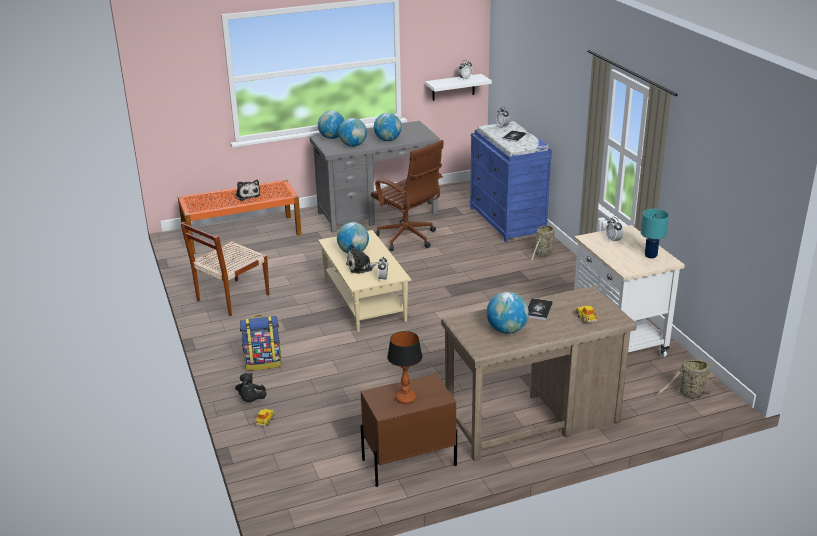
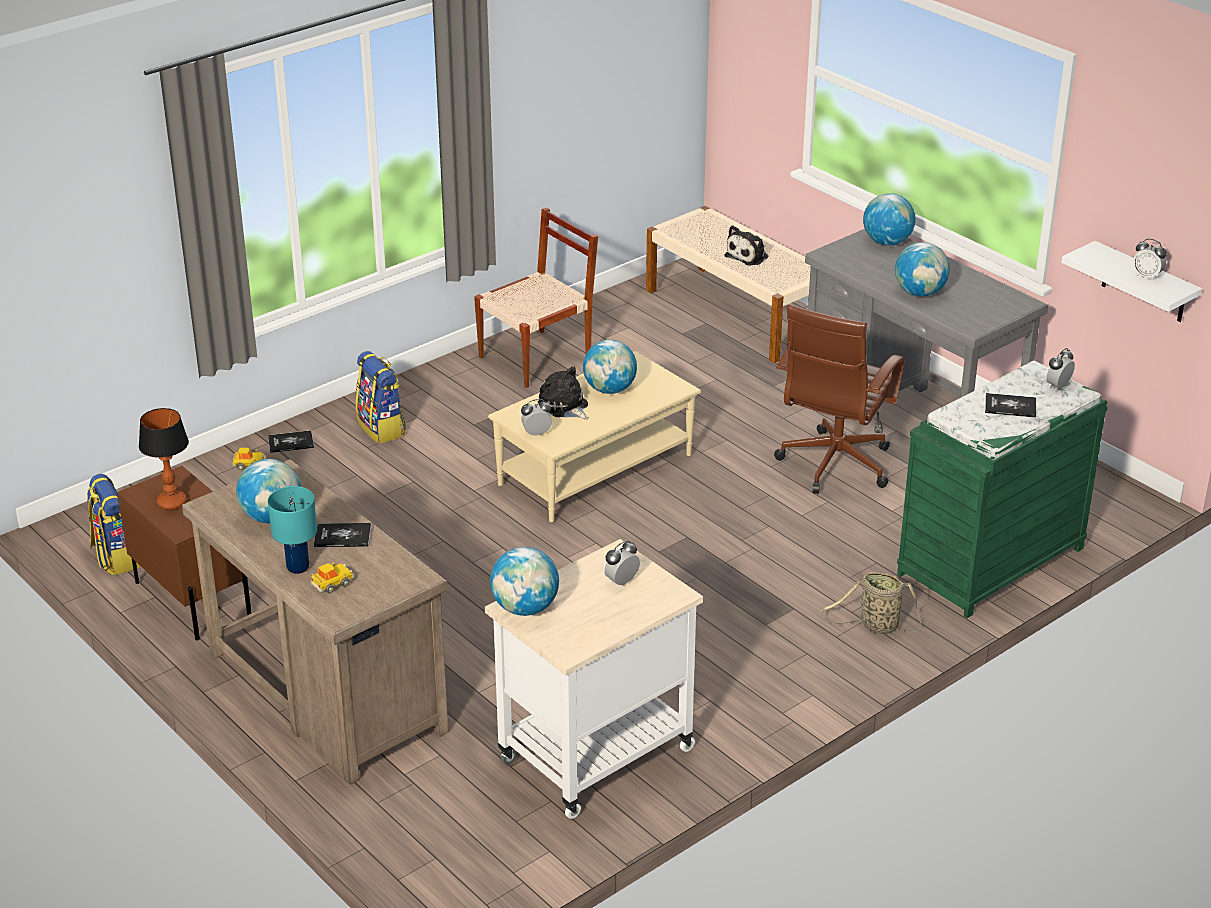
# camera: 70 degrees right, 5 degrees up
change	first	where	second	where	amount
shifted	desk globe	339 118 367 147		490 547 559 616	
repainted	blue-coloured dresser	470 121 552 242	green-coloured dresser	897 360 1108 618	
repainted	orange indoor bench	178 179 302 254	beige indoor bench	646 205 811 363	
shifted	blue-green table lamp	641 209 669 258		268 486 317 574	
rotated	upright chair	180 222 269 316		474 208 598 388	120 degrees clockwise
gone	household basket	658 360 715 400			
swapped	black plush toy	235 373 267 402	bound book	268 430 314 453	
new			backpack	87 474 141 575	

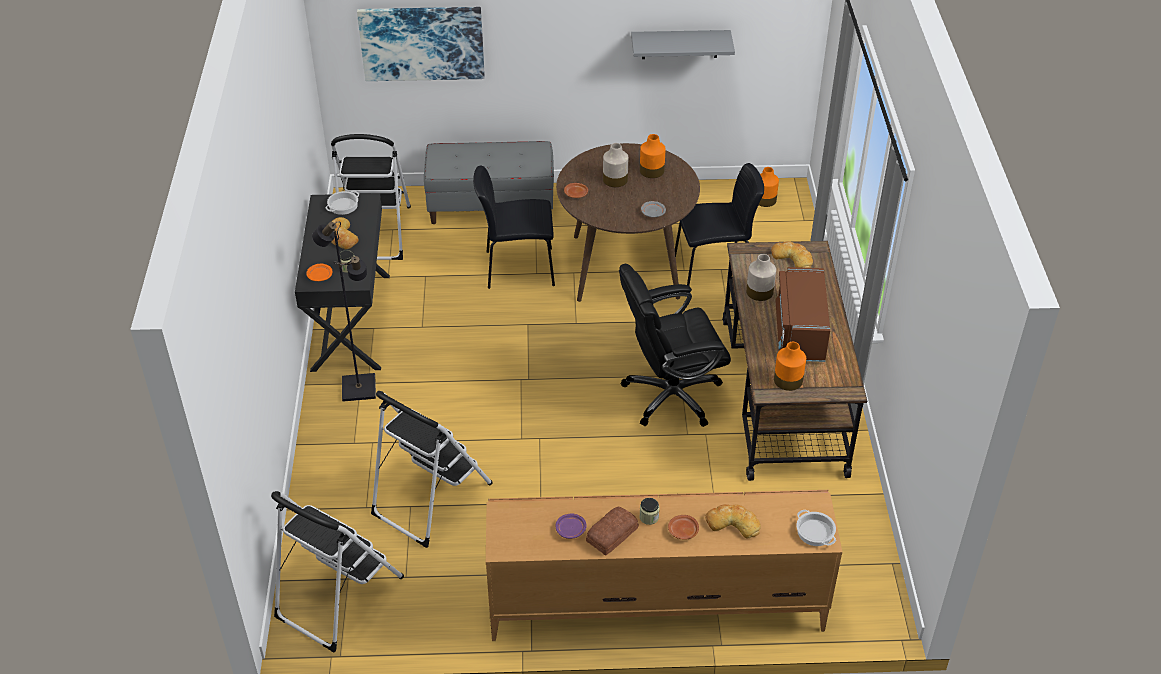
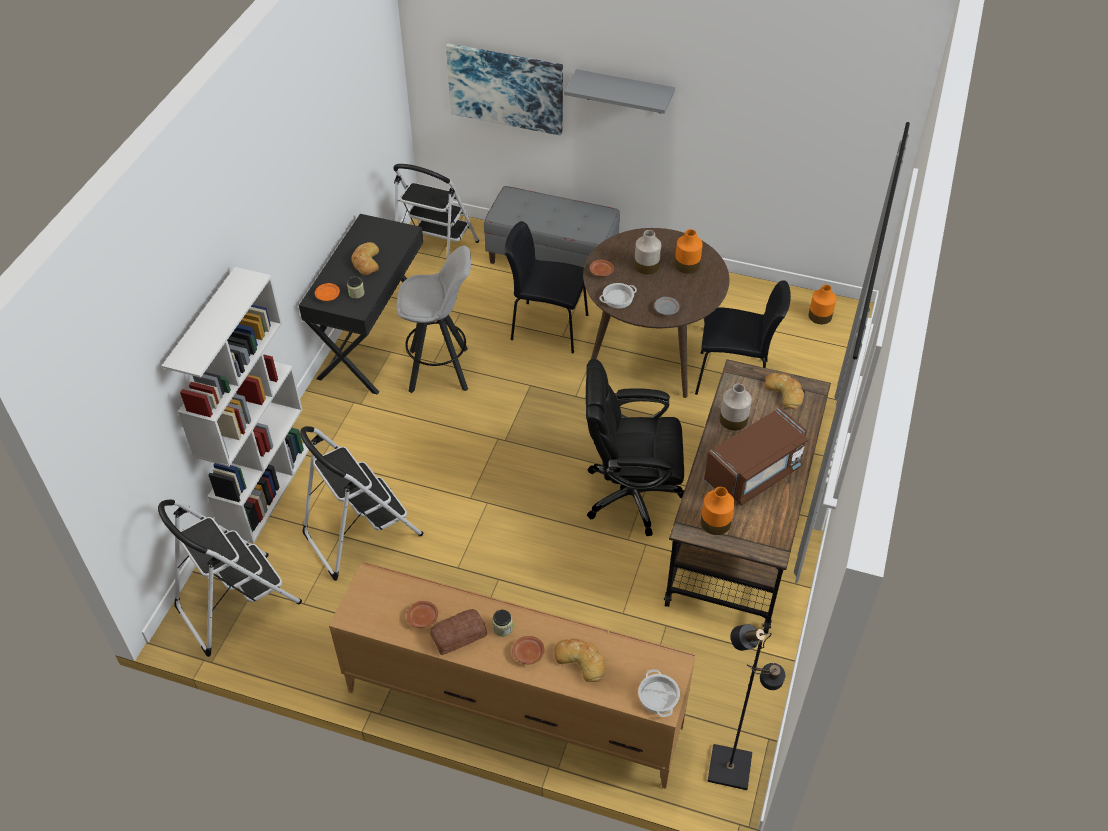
# camera: 20 degrees right, 5 degrees up
change	first	where	second	where	amount
shifted	gray shelf	631 30 735 59		564 69 675 114	
shifted	cooking pot	325 191 359 215		599 283 637 308	
shifted	black floor lamp	312 221 376 402		707 624 785 790	
rotated	brown kitchen microwave	776 267 830 362		704 408 808 506	150 degrees counterclockwise
repainted	purple-coloured flat dish	556 514 587 539	brown flat dish	407 601 438 628	
new			gray stool	396 246 471 393	
new			white-coloured bookcase	162 267 309 544	

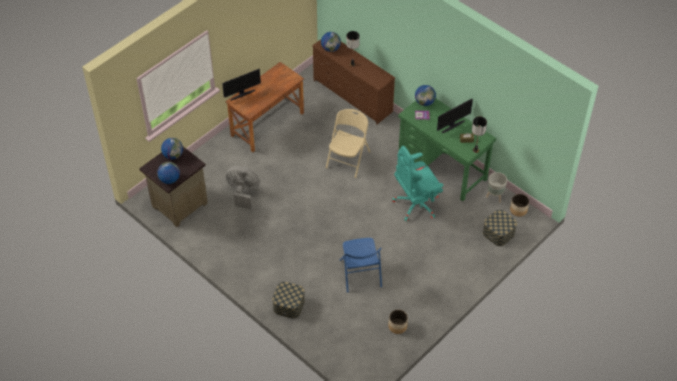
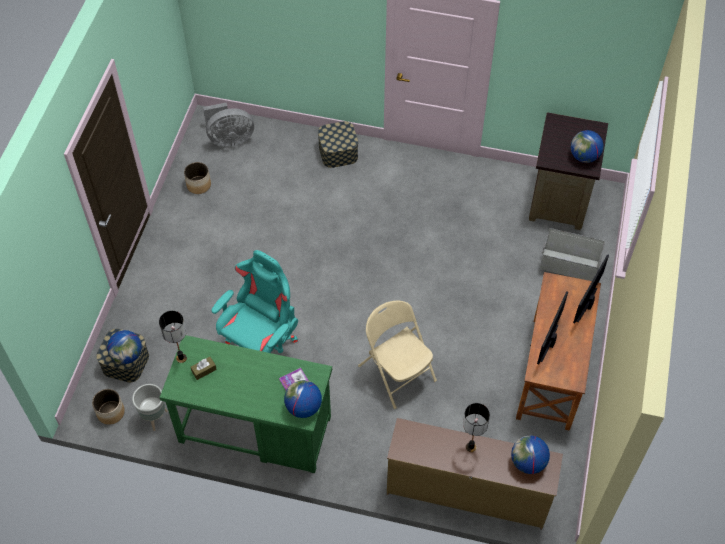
# camera: 150 degrees right, 5 degrees up
change	first	where	second	where	amount
shifted	computer screen	437 99 473 133		537 291 568 364	
rotated	beige upright chair	326 109 370 178		358 301 437 409	150 degrees clockwise
shifted	desk globe	157 162 180 184		107 330 142 364	
shifted	gray fan	226 166 260 210		203 103 254 147	
gone	blue-coloured upright chair	340 238 382 292			
new			gray storage container	540 228 605 281	

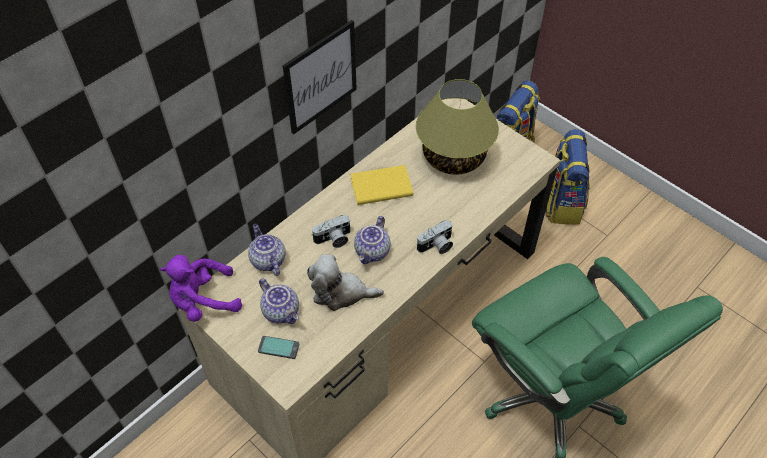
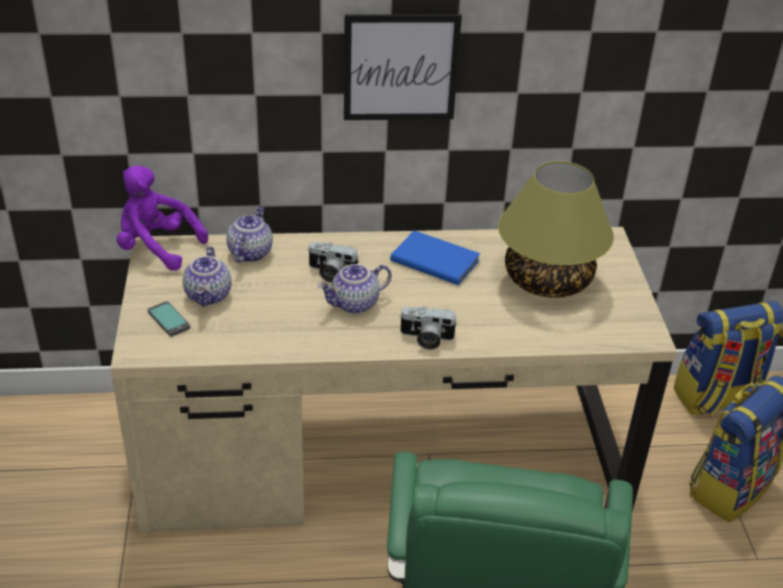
# camera: 40 degrees right, 15 degrees down
change	first	where	second	where	amount
repainted	yellowish bound book	350 165 413 205	blue-coloured bound book	390 230 481 285	
gone	plush toy	307 254 384 311			

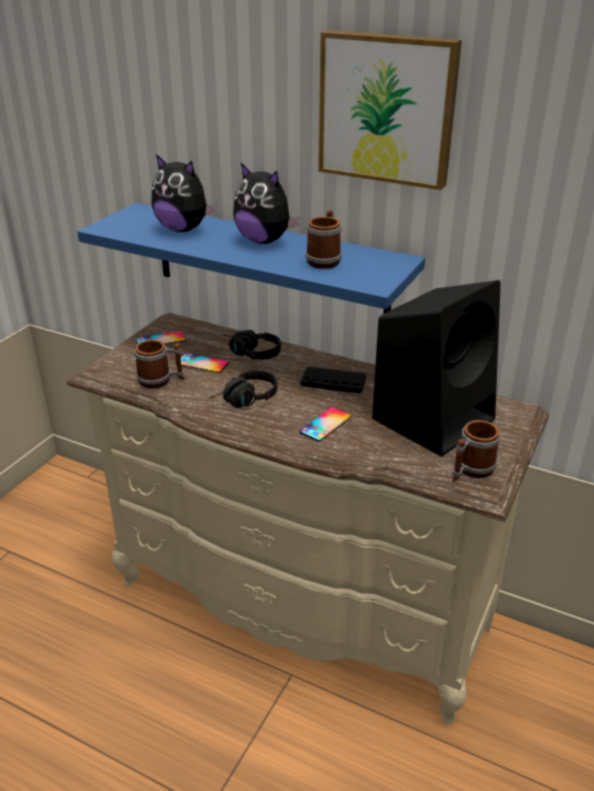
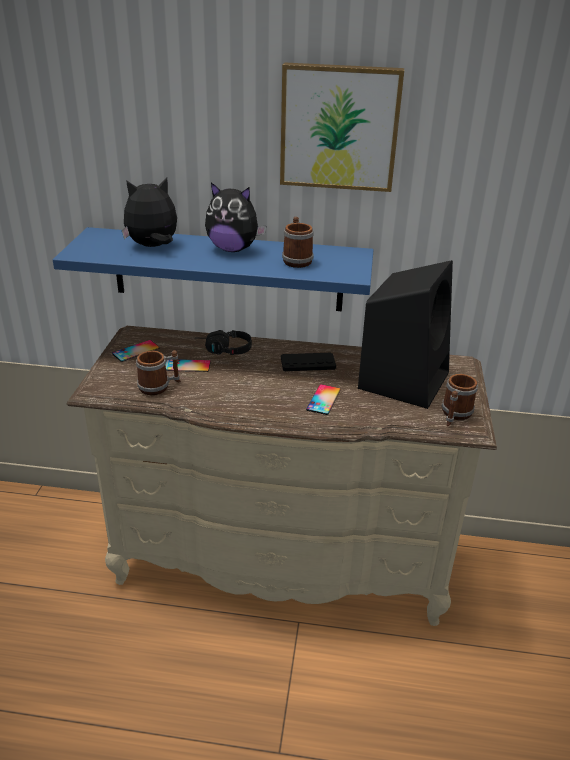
# camera: 20 degrees left, 0 degrees up
change	first	where	second	where	amount
rotated	plush toy	151 154 217 232		122 178 177 247	150 degrees clockwise
gone	black headset	209 370 277 408			

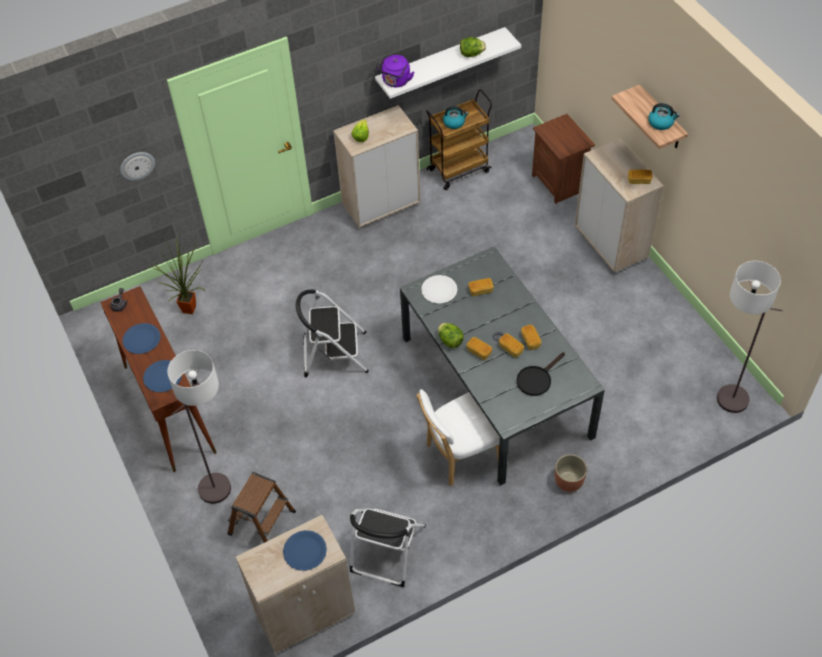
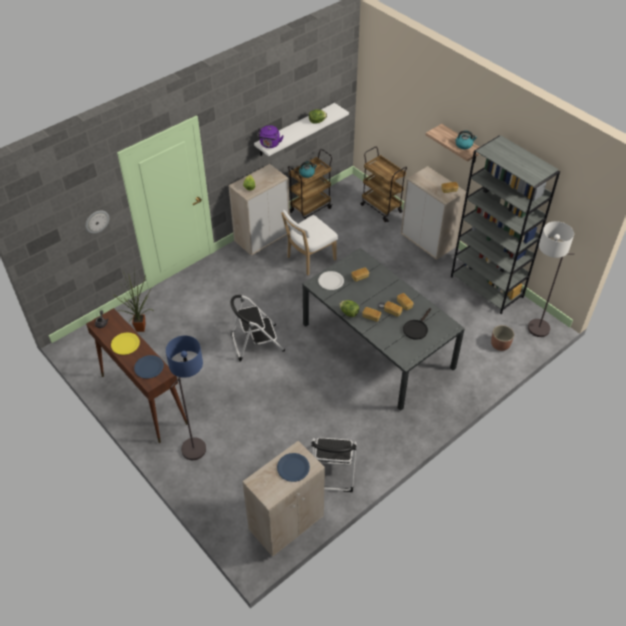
# camera: 15 degrees left, 5 degrees down
change	first	where	second	where	amount
swapped	brown night table	532 114 595 204	brown cart	360 147 407 222	
repainted	blue-coloured flat dish	122 323 161 354	yellowish flat dish	111 332 140 355	
repainted	white-coloured floor lamp	167 350 231 504	blue-coloured floor lamp	166 336 206 460	
shifted	white-coloured upright chair	417 389 500 486		281 210 338 275	
shifted	plant pot	555 454 587 492		491 325 514 351	
gone	brown step stool	227 472 296 543			
new			gray bookcase	451 135 560 314	

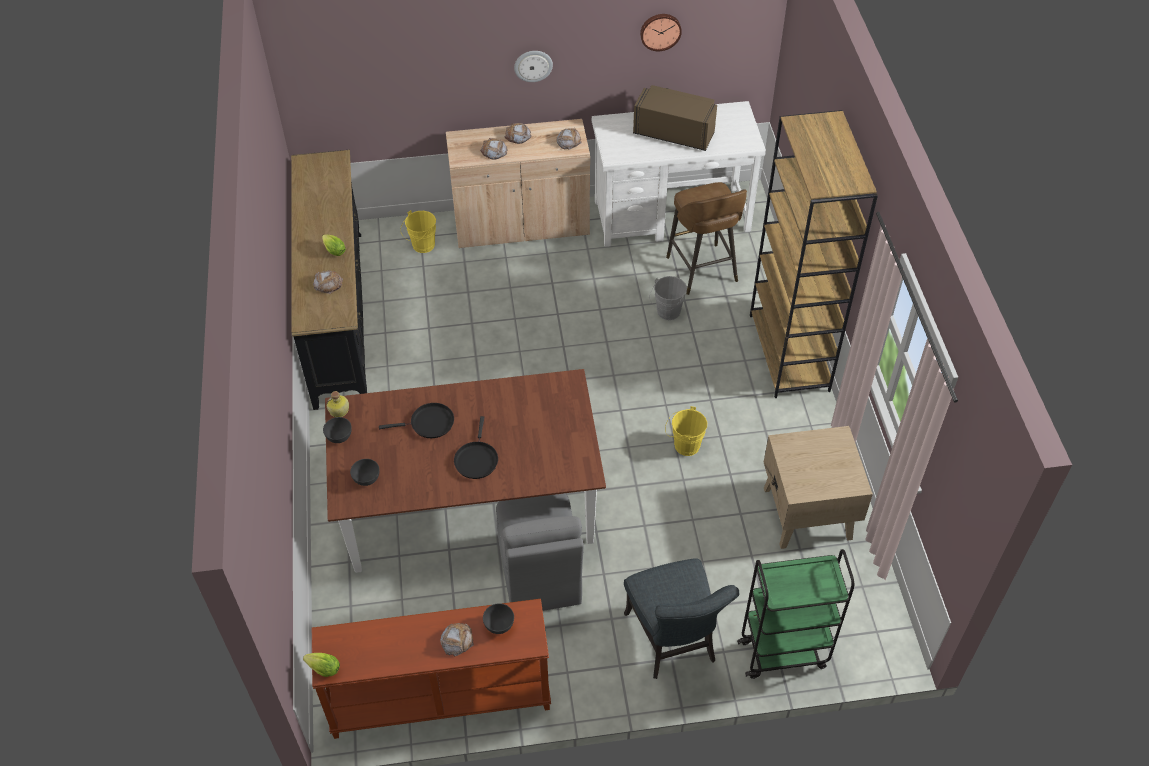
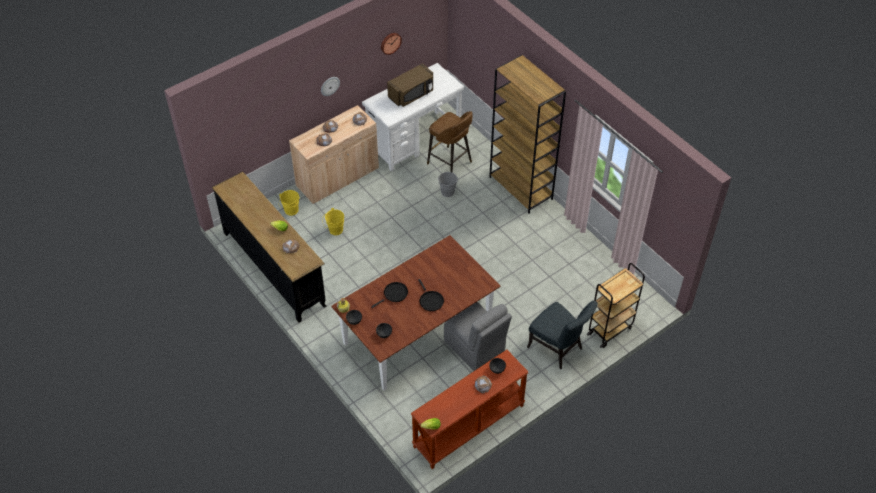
# camera: 30 degrees left, 0 degrees up
change	first	where	second	where	amount
rotated	brown kitchen microwave	633 85 717 151		387 63 433 107	150 degrees clockwise
shifted	yellowish pail	665 406 707 456		322 208 344 235	
gone	beige night table	764 426 873 549			
repainted	green-coloured cart	737 549 854 679	brown cart	587 263 645 348	

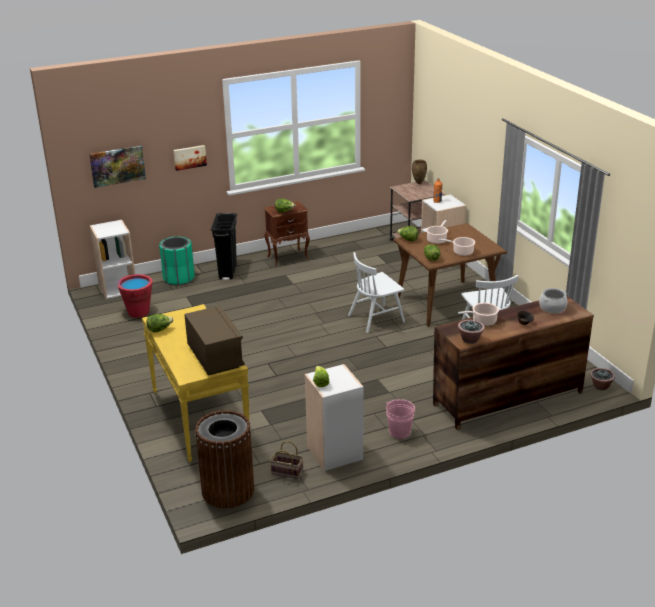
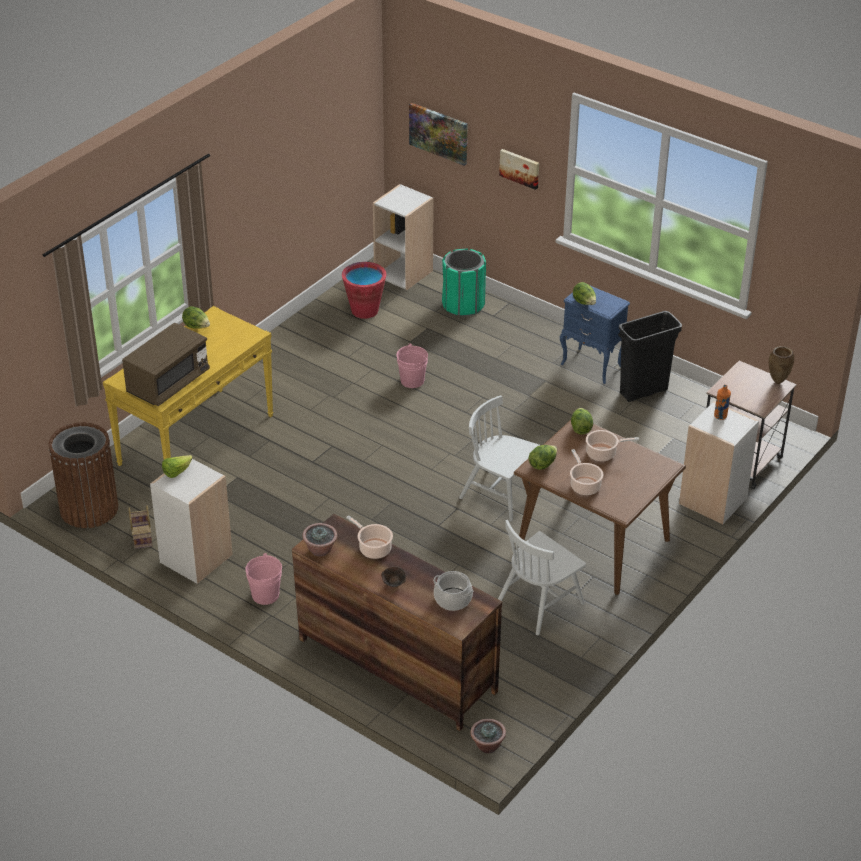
# camera: 60 degrees right, 10 degrees up
change	first	where	second	where	amount
repainted	brown night table	264 201 310 267	blue-coloured night table	560 286 630 384	
shifted	black trash can	211 213 237 280		618 311 682 402	
new			pink pail	396 344 428 388	

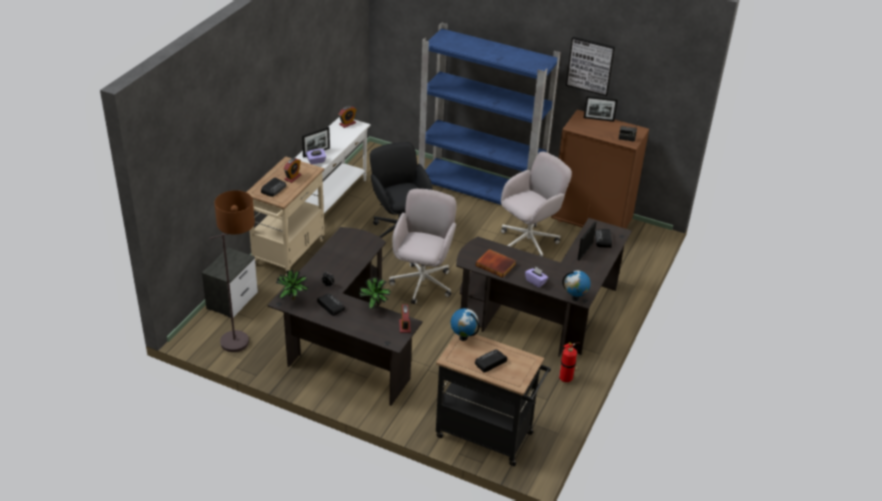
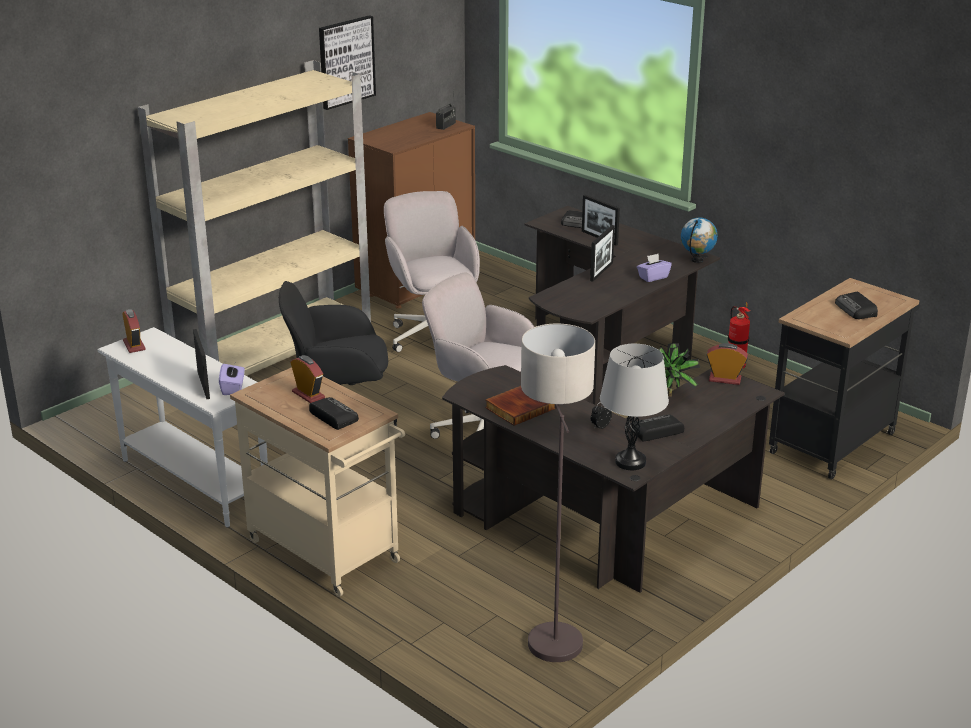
# camera: 70 degrees left, 10 degrees down
change	first	where	second	where	amount
repainted	blue-coloured bookcase	418 22 561 205	beige bookcase	138 60 371 376	
shifted	standing frame	584 96 618 122		590 225 615 282	
repainted	brown floor lamp	209 190 255 352	gray floor lamp	521 324 595 662	
gone	night table	202 247 258 318			
shifted	bound book	476 249 516 278		485 386 555 426	
swapped	houseplant	276 270 308 300	gray table lamp	600 344 669 470	
gone	desk globe	451 308 479 341			

